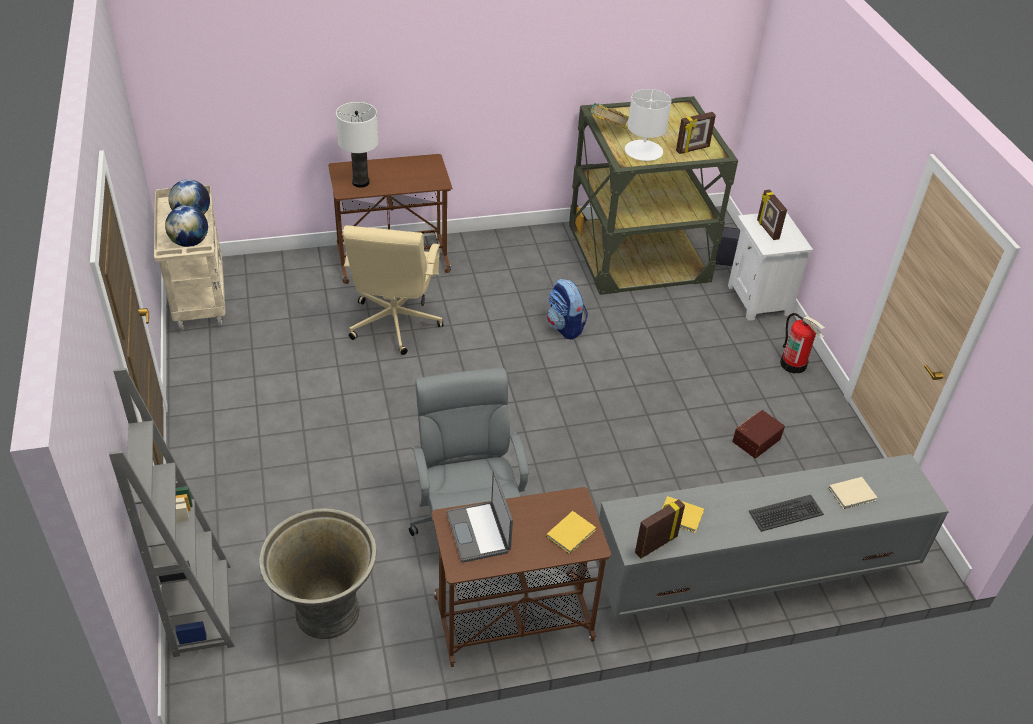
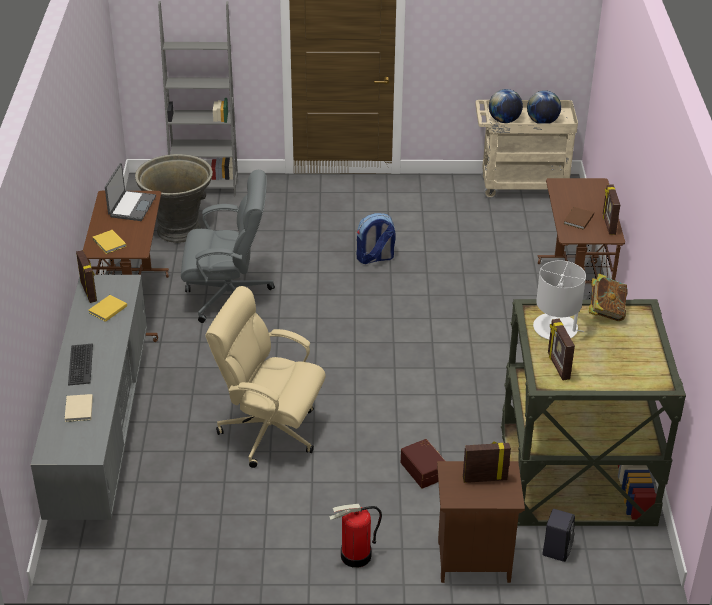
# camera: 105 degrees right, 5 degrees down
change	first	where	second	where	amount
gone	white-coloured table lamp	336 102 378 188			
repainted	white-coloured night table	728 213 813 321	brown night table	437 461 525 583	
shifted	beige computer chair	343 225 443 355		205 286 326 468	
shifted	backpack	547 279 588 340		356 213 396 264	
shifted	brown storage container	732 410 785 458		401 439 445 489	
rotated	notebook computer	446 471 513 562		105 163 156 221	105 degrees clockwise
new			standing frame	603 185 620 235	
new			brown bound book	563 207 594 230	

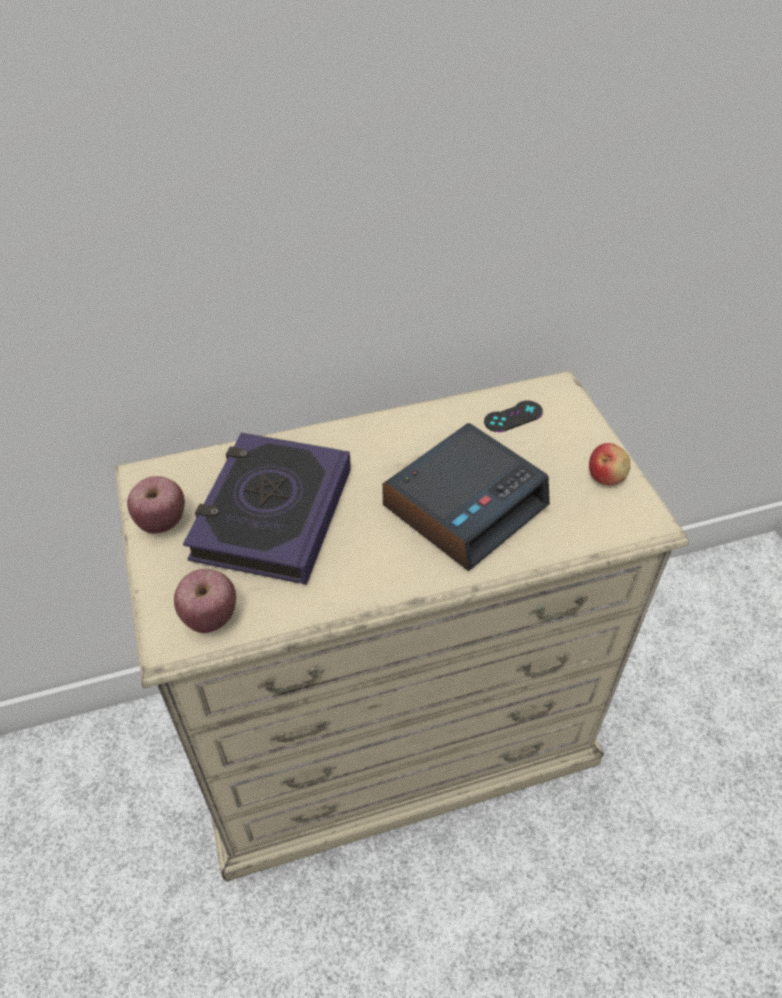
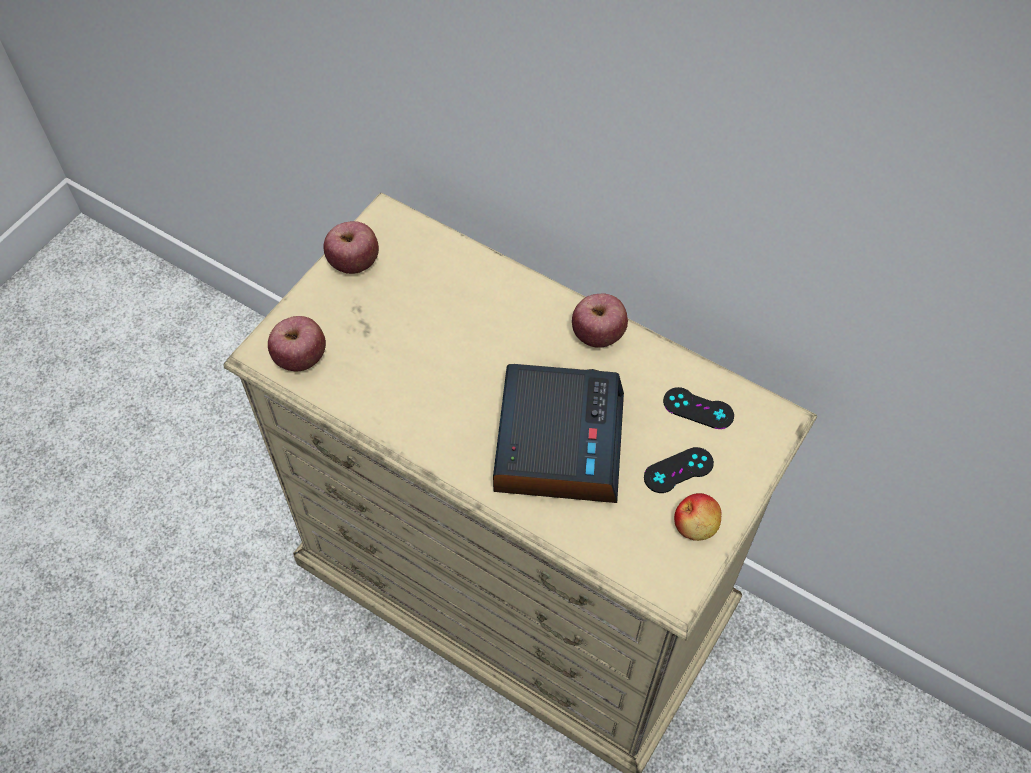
# camera: 50 degrees right, 10 degrees up
change	first	where	second	where	amount
rotated	alarm clock	382 423 550 571		493 364 624 503	90 degrees counterclockwise
gone	bound book	183 433 351 585			
new			apple	572 293 628 348	
new			black gamepad	644 447 714 493	

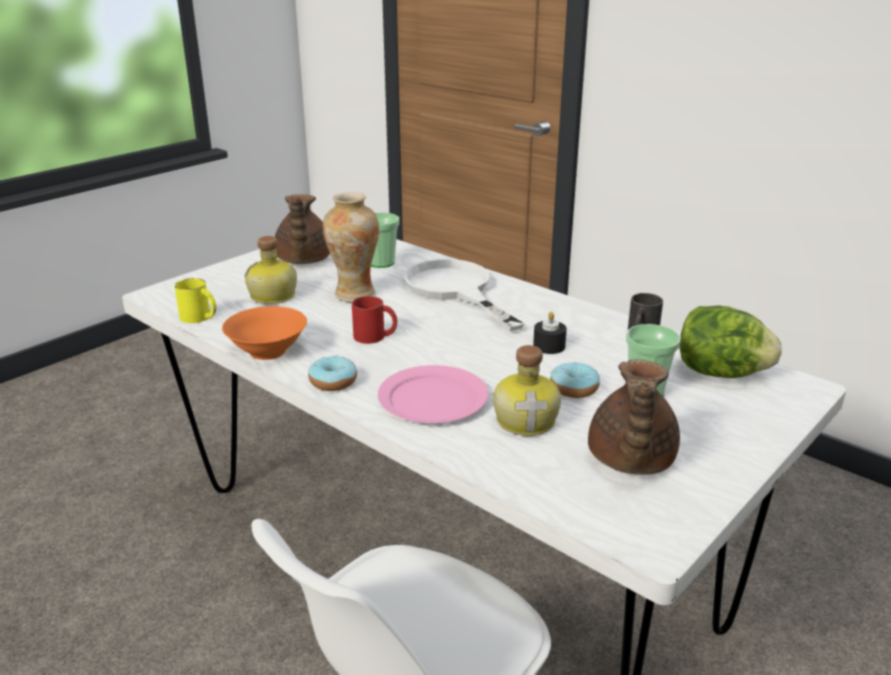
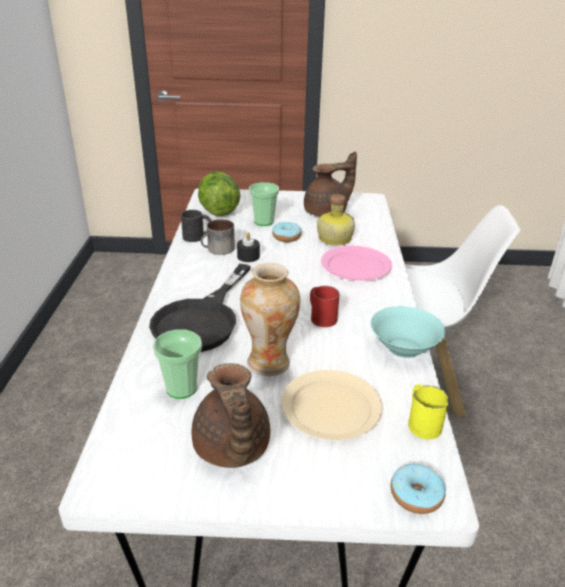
# camera: 130 degrees left, 5 degrees up
change	first	where	second	where	amount
rotated	brown teapot	275 194 330 264		192 363 270 468	120 degrees clockwise
swapped	beverage bottle	244 236 297 304	beige flat dish	281 370 382 440	
repainted	white-coloured skillet	404 259 524 331	black skillet	149 264 251 352	
repainted	orange serving bowl	222 306 307 360	blue-green serving bowl	370 306 445 358	
shifted	donut	308 355 357 391		390 464 446 514	
new			coffee mug	200 219 235 255	

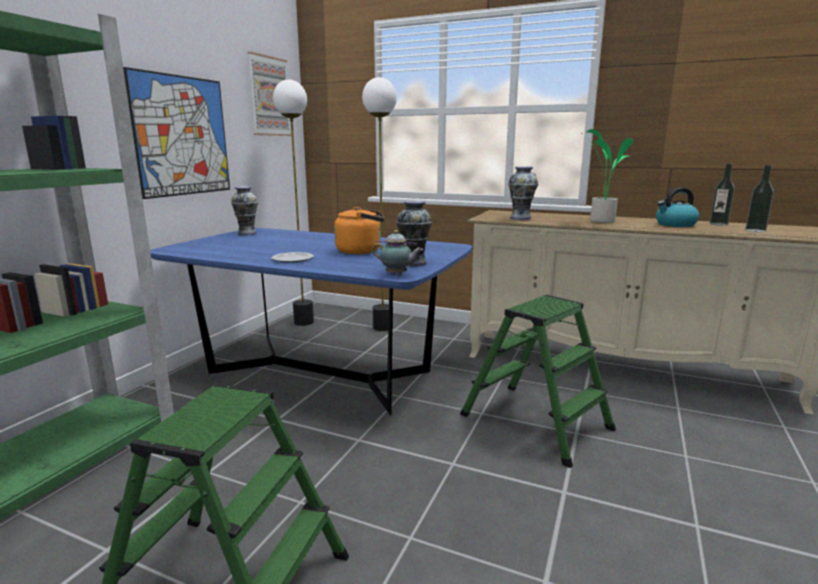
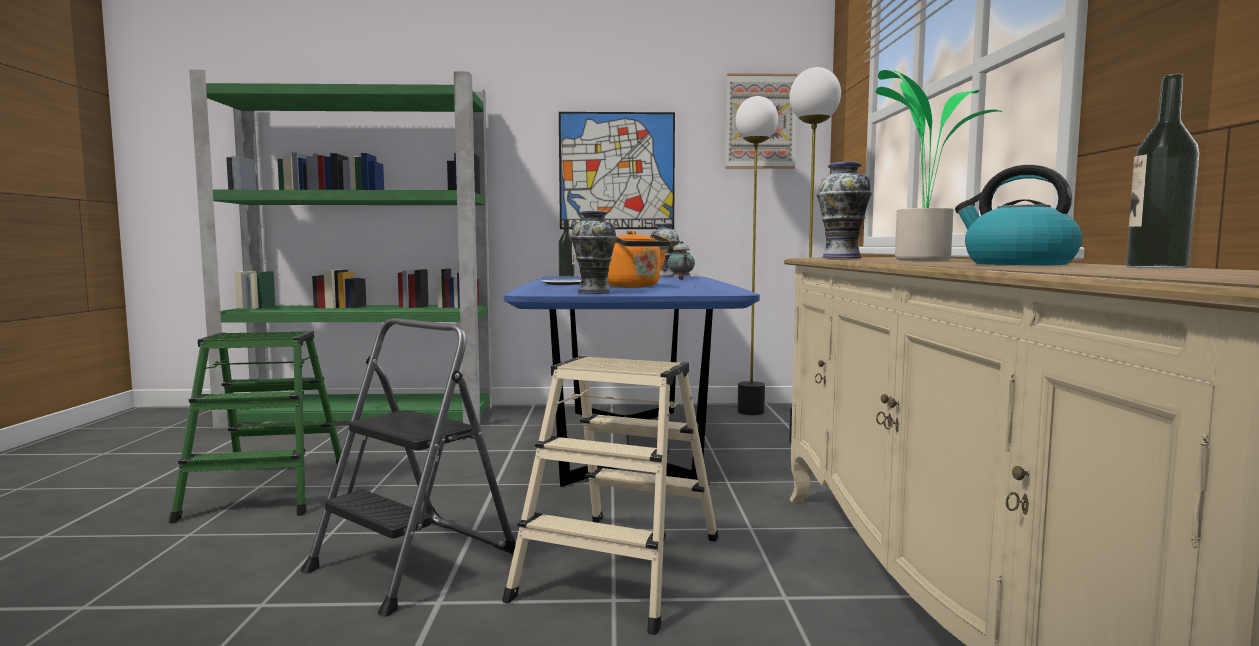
# camera: 65 degrees right, 10 degrees down
change	first	where	second	where	amount
shifted	beverage bottle	745 165 774 232		558 219 574 277	
shifted	teapot	372 230 423 275		667 241 695 280	
repainted	green-coloured step stool	460 295 616 468	beige step stool	502 356 719 635	
new			black step stool	301 318 516 617	

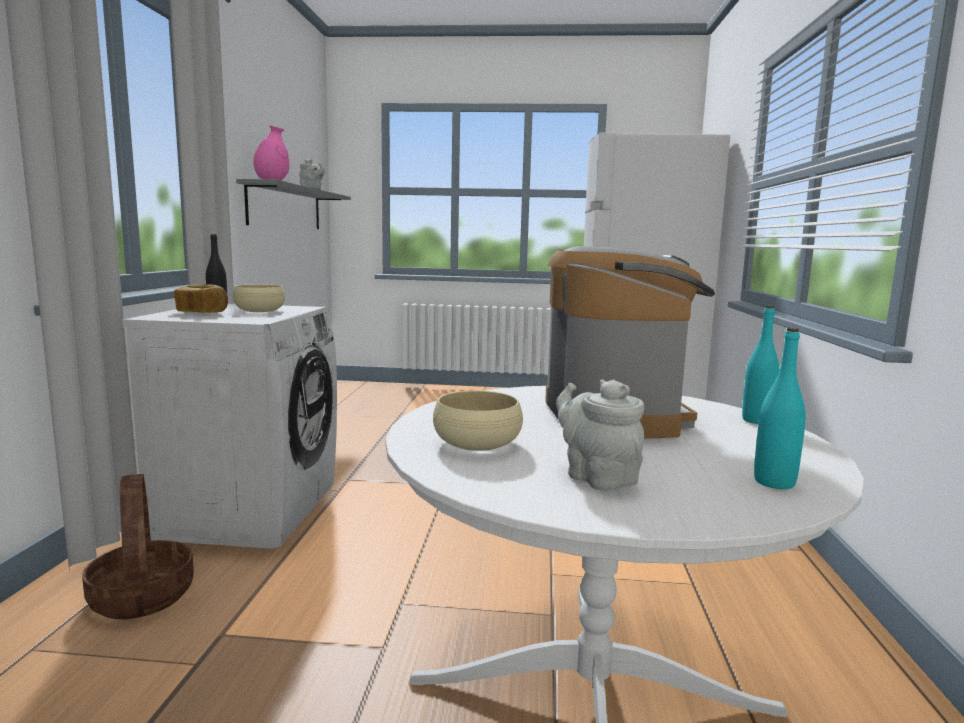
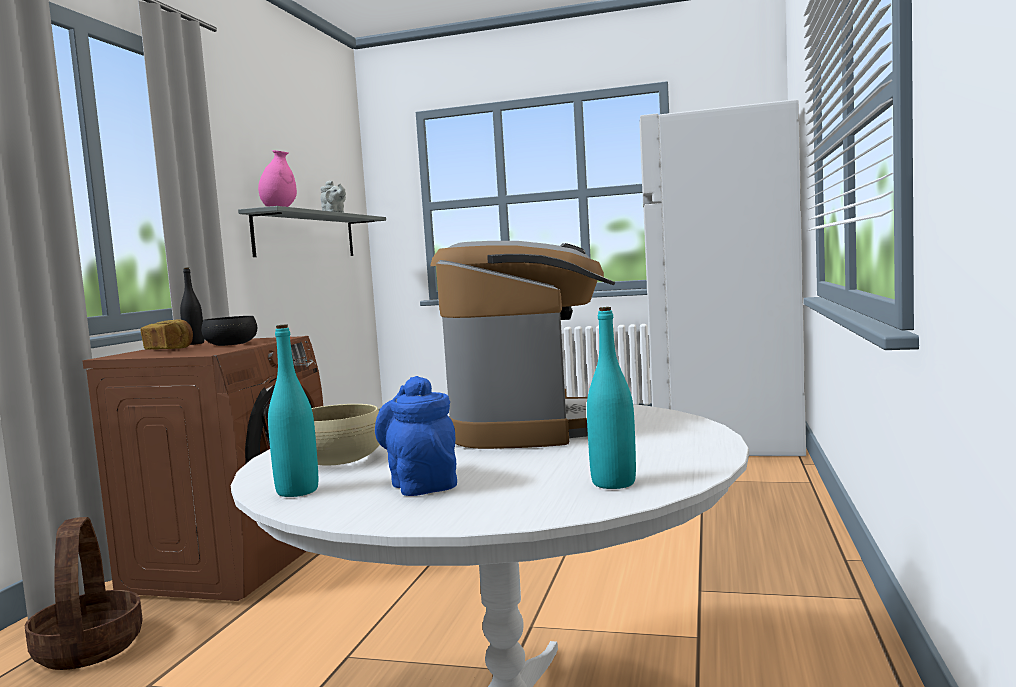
# camera: 10 degrees right, 5 degrees down
change	first	where	second	where	amount
repainted	beige serving bowl	233 284 285 312	black serving bowl	201 316 257 346	
repainted	white-coloured washing machine	122 304 337 549	brown washing machine	82 336 323 601	
shifted	blue-green beverage bottle	742 306 779 424		268 325 318 497	
repainted	gray teapot	556 379 645 491	blue-coloured teapot	375 376 457 496	

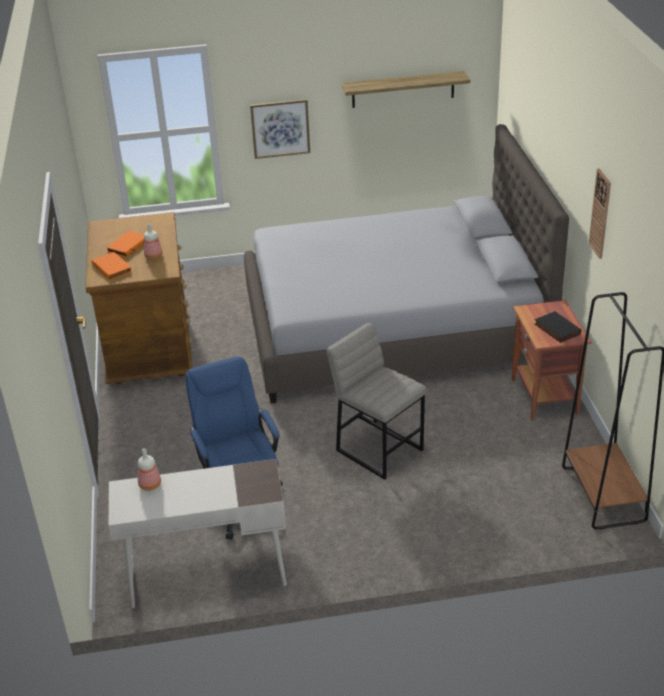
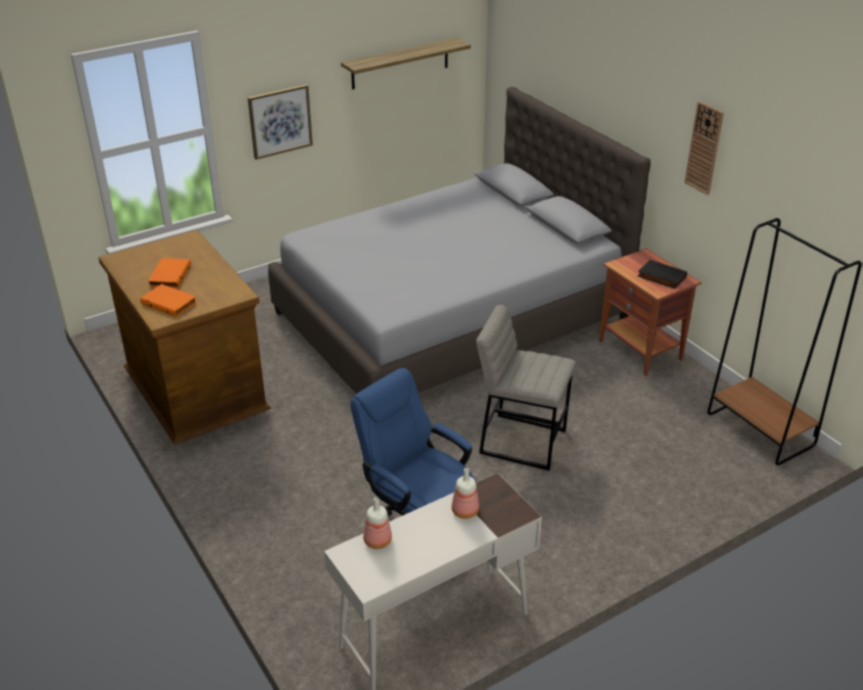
# camera: 25 degrees left, 0 degrees up
change	first	where	second	where	amount
shifted	beverage bottle	144 223 163 260		452 468 479 519	

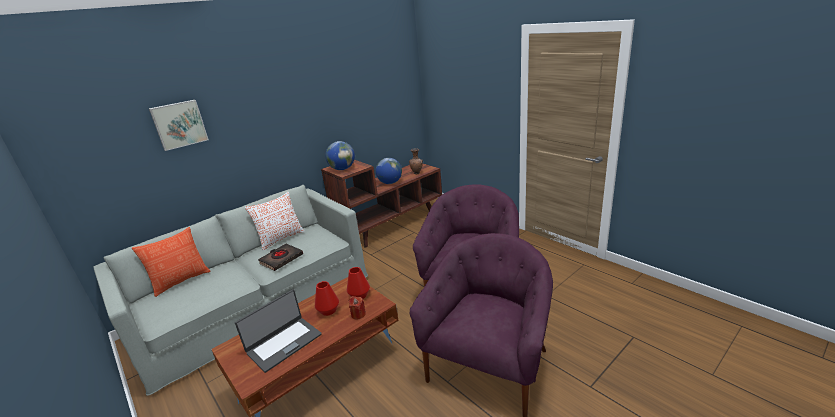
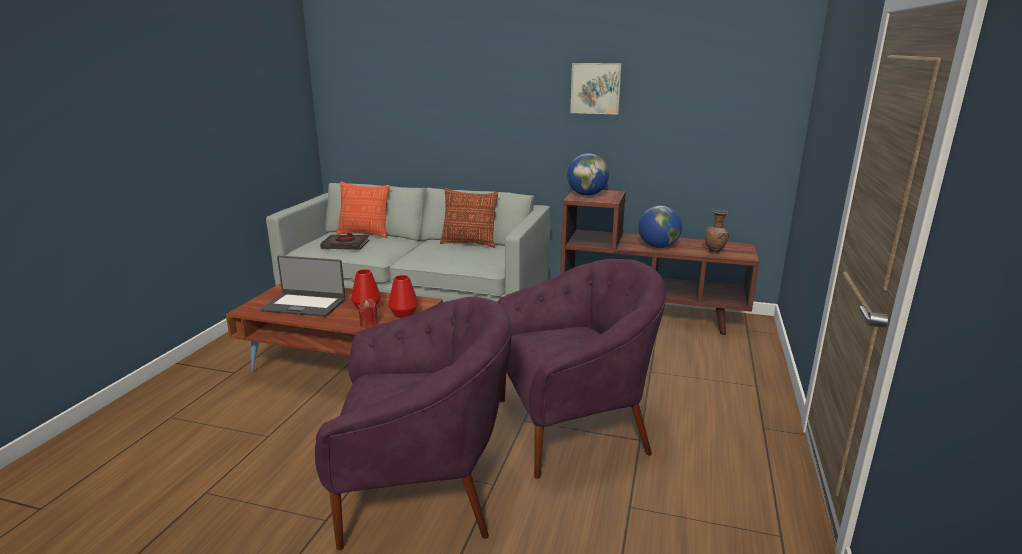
# camera: 55 degrees right, 5 degrees down
change	first	where	second	where	amount
shifted	wall art	149 100 209 151		570 63 622 115	
repainted	white-coloured pillow	245 192 305 251	brown pillow	440 188 498 248	
shifted	black bound book	258 244 303 271		320 233 369 250	

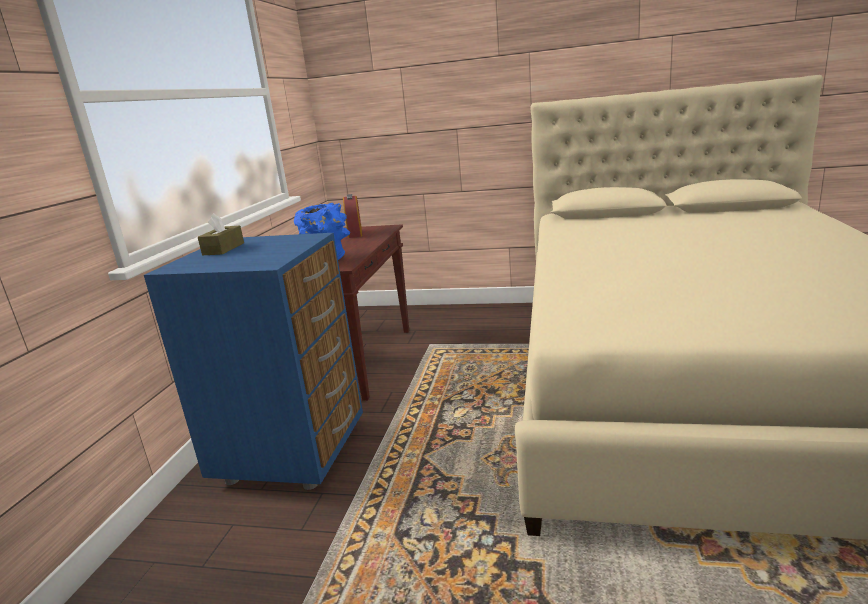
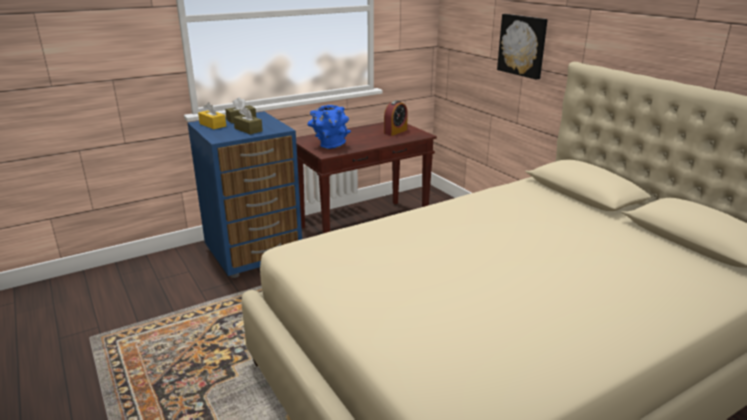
# camera: 45 degrees right, 5 degrees up
change	first	where	second	where	amount
new			wall art	497 14 548 80	
new			yellowish box of tissues	198 102 226 129	
new			brown box of tissues	233 107 263 134	

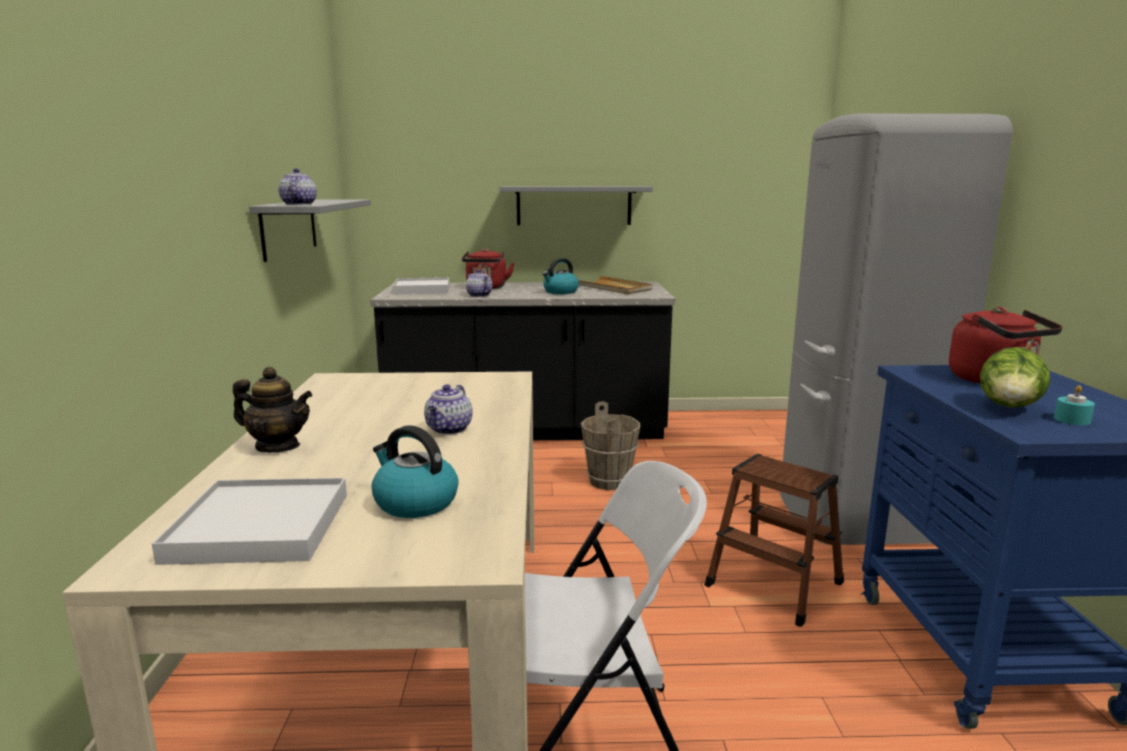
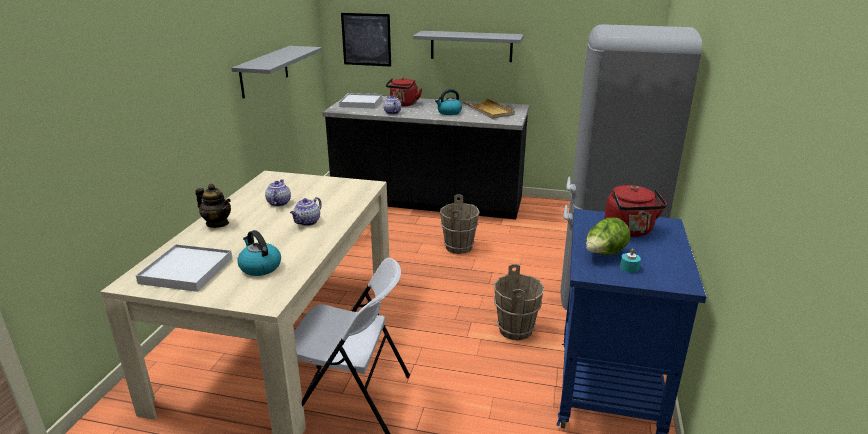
# camera: 15 degrees right, 10 degrees up
change	first	where	second	where	amount
shifted	teapot	278 168 317 205		265 179 291 207	
swapped	brown step stool	704 454 844 627	brown pail	494 264 544 340	
new			wall art	341 13 391 67	

